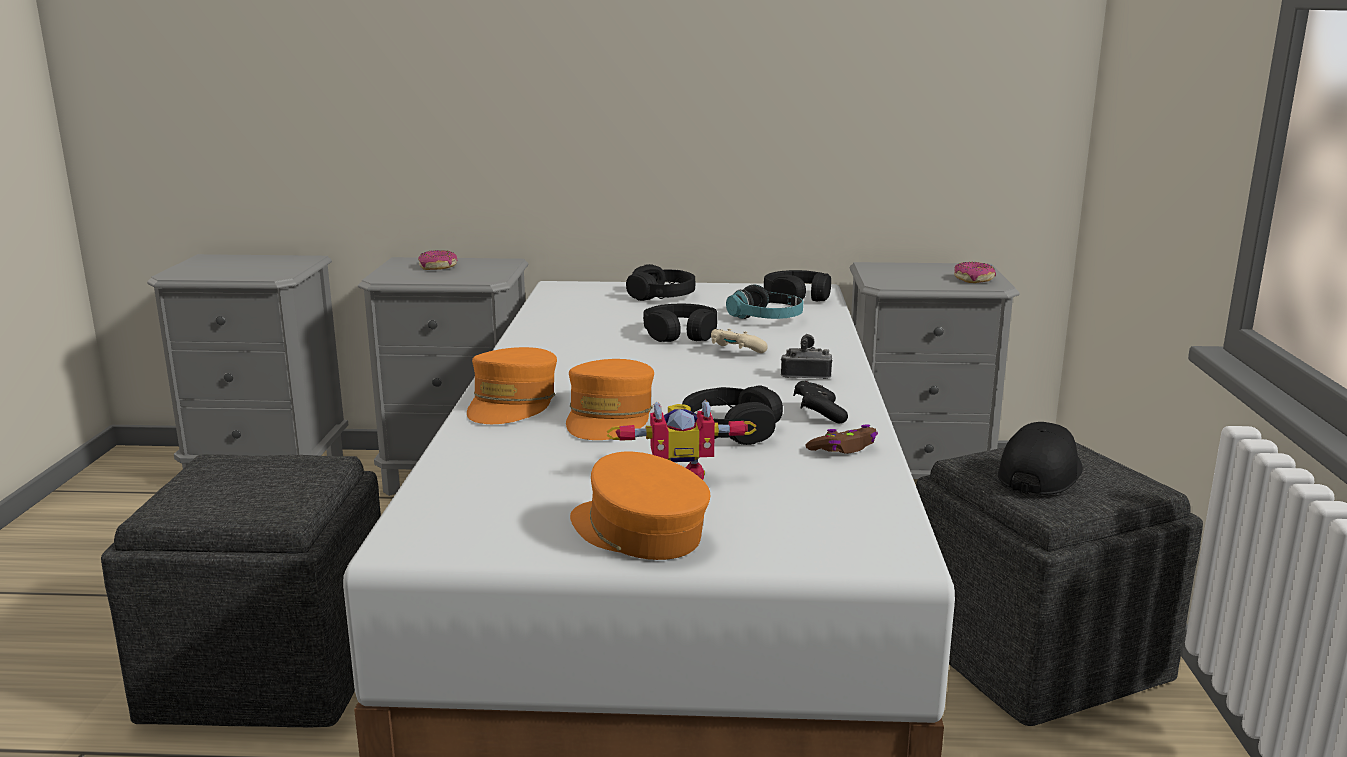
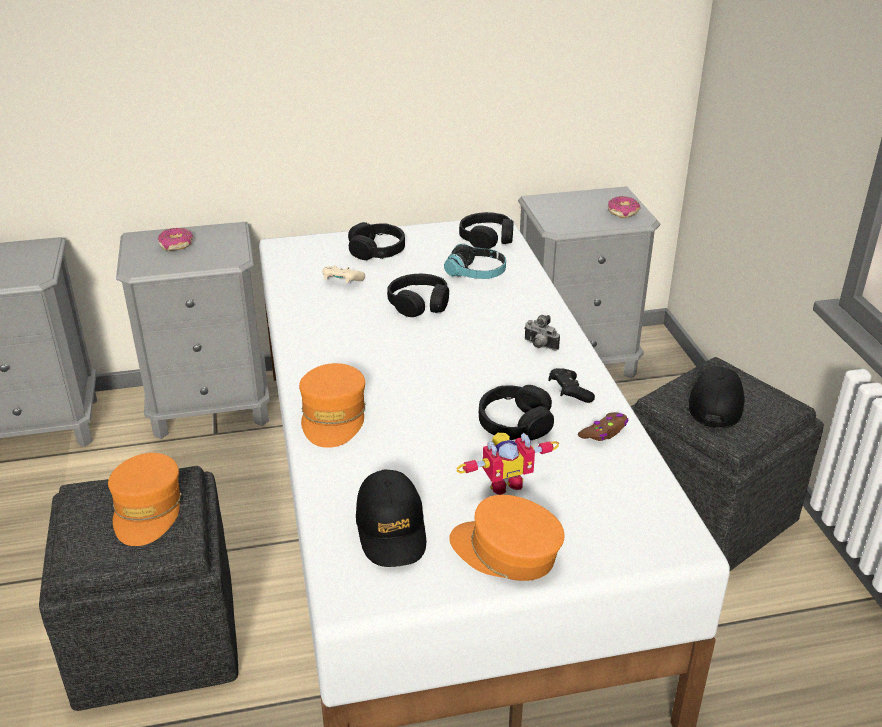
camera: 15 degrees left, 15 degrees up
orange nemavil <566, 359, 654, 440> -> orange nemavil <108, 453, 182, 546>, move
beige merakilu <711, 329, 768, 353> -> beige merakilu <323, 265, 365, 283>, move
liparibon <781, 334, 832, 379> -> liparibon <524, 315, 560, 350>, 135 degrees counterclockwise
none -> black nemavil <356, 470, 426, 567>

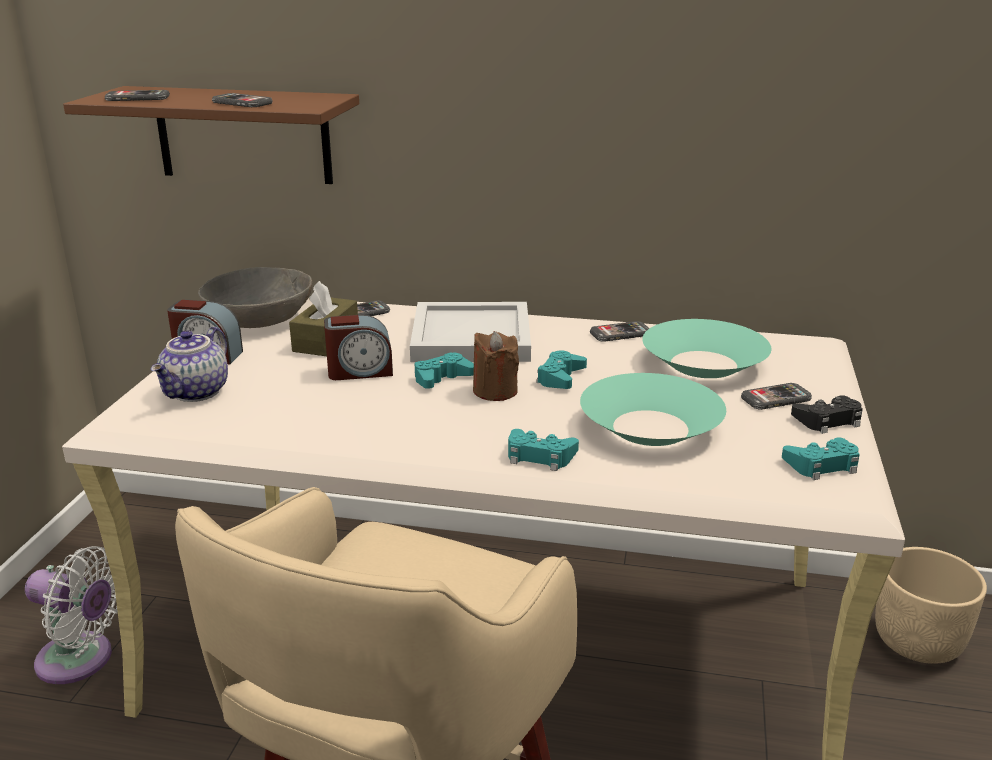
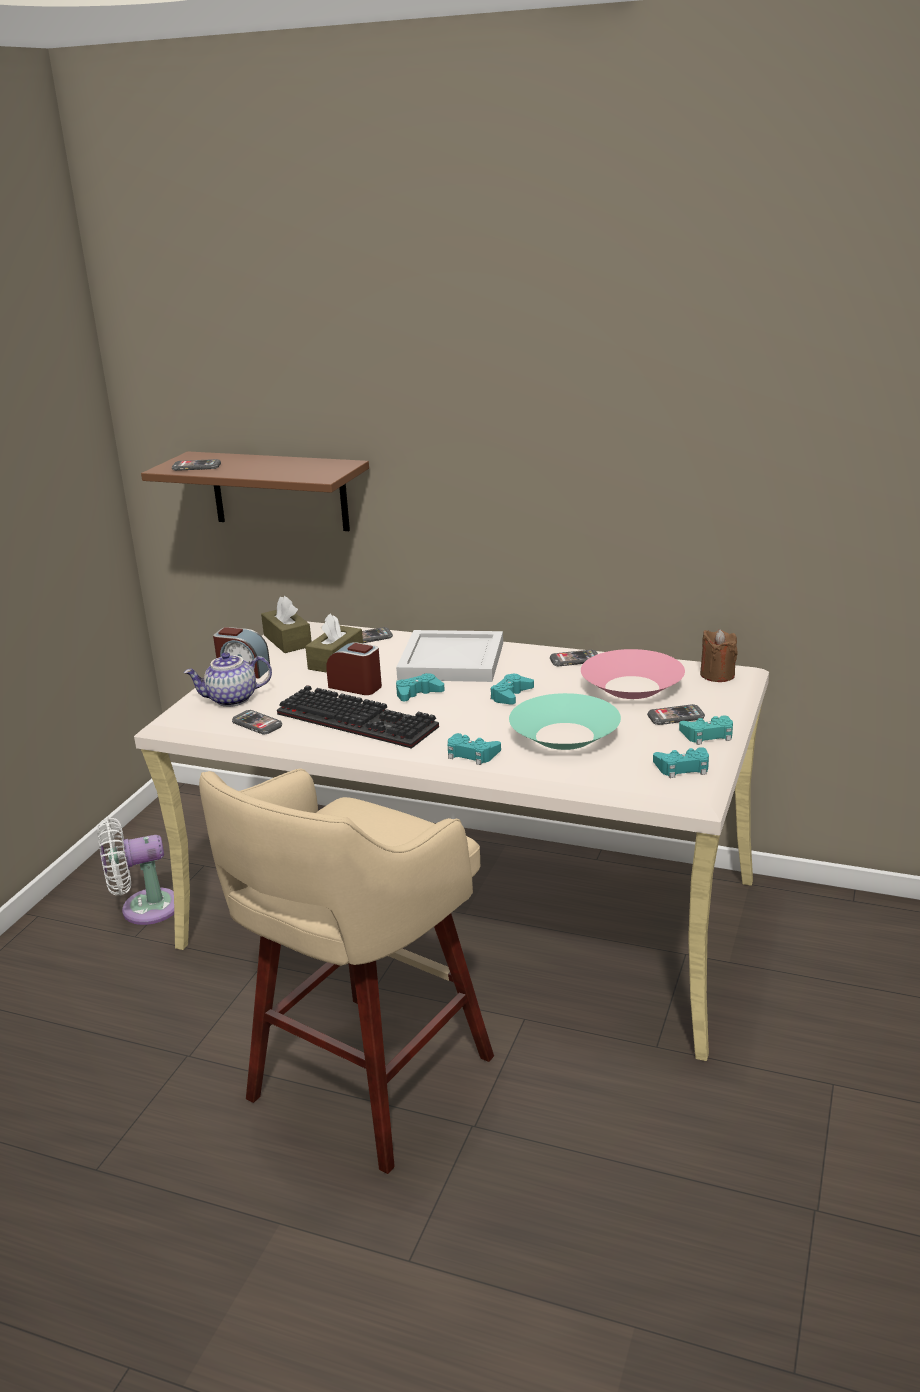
camera: 10 degrees right, 0 degrees up
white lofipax <25, 546, 118, 684> -> white lofipax <97, 817, 174, 925>, 135 degrees clockwise
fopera <151, 326, 228, 402> -> fopera <184, 652, 272, 707>, 45 degrees clockwise
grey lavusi <198, 267, 312, 328> -> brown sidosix <261, 596, 312, 653>
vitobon <212, 93, 273, 107> -> vitobon <232, 710, 282, 735>, move
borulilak <324, 315, 393, 380> -> borulilak <326, 642, 382, 695>, 150 degrees counterclockwise
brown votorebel <473, 331, 519, 401> -> brown votorebel <700, 629, 738, 682>, move
turquoise lavusi <642, 319, 771, 378> -> pink lavusi <581, 649, 685, 699>
black merakilu <791, 395, 863, 434> -> turquoise merakilu <679, 715, 733, 745>
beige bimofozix <875, 547, 987, 664> -> none
none -> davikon <277, 685, 439, 749>

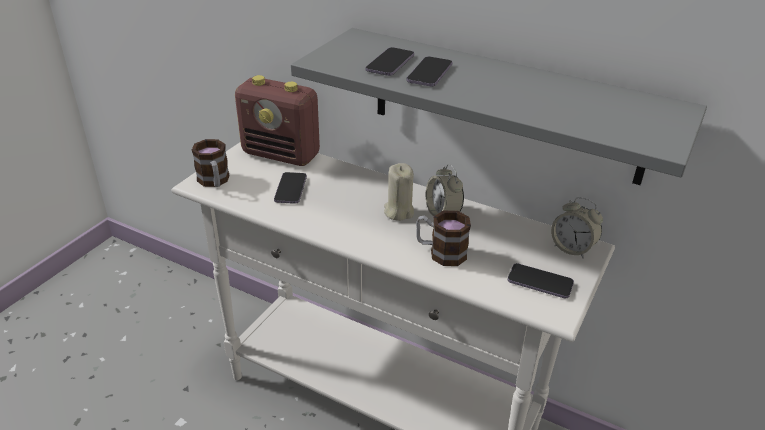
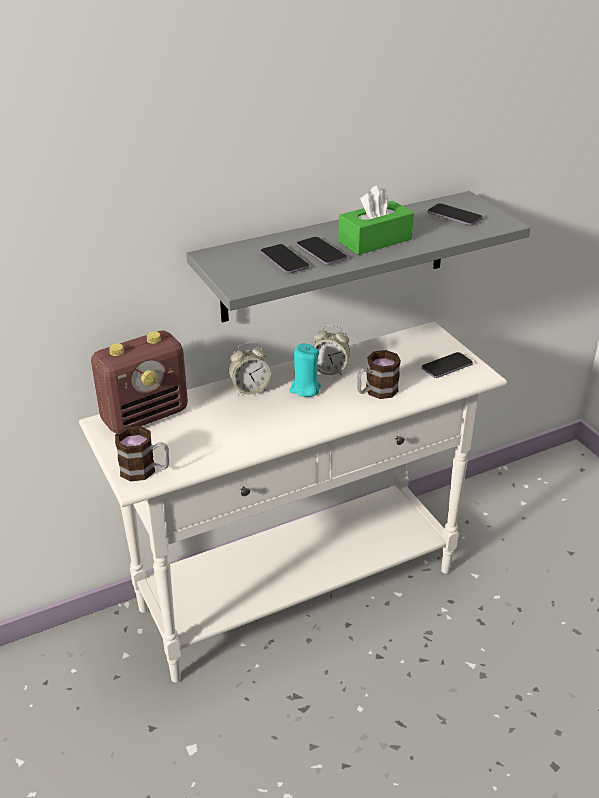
camera: 55 degrees left, 0 degrees up
vitobon <274, 172, 307, 204> -> vitobon <428, 203, 483, 226>, move
beige votorebel <384, 163, 414, 221> -> turquoise votorebel <289, 343, 321, 397>
borulilak <551, 197, 603, 259> -> borulilak <229, 343, 271, 396>, move
none -> green sidosix <338, 185, 414, 255>

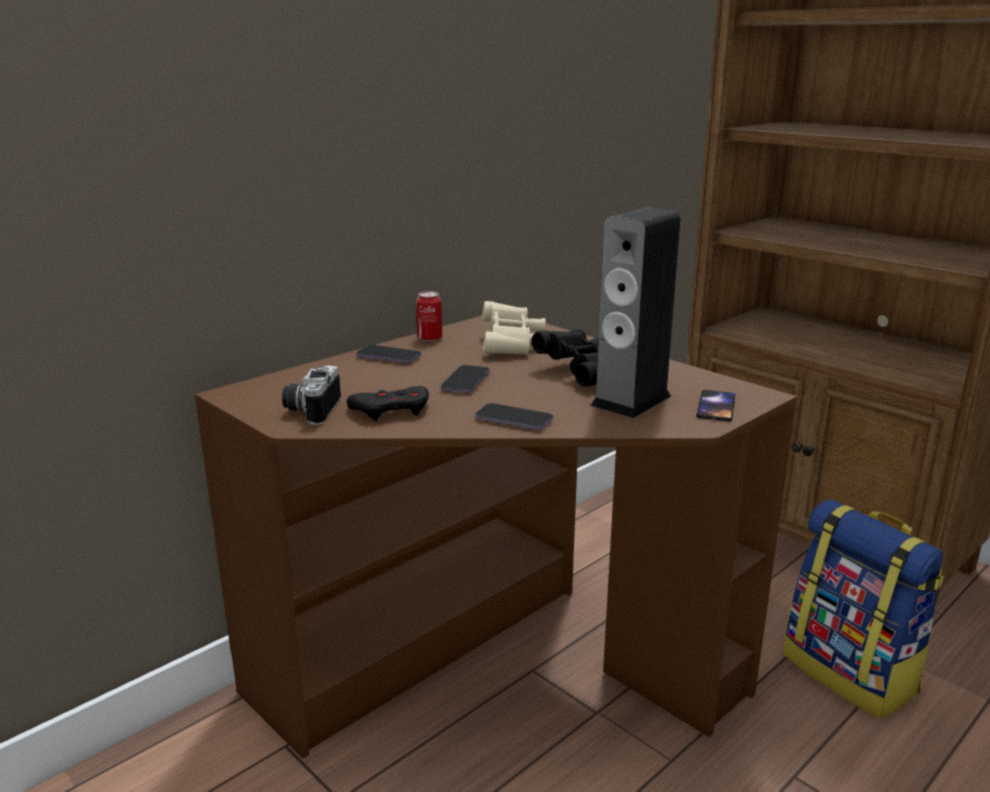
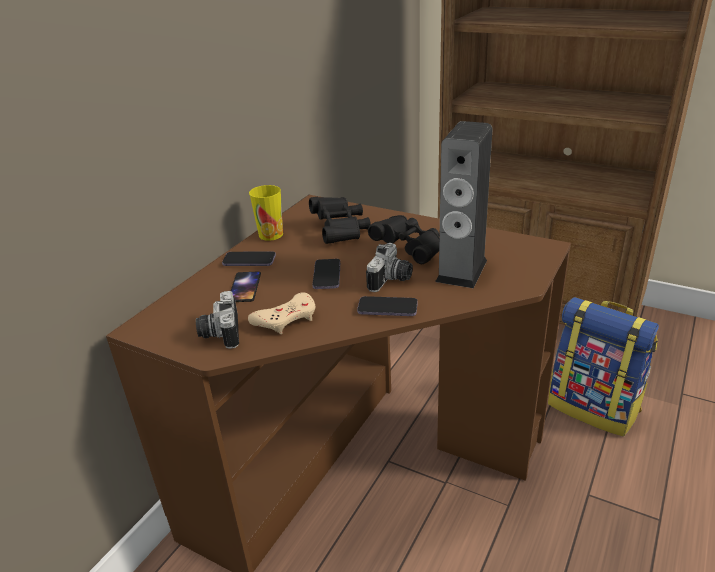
camera: 15 degrees left, 10 degrees up
black merakilu <347, 386, 429, 421> -> beige merakilu <248, 292, 315, 334>
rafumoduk <416, 291, 442, 342> -> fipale <249, 185, 283, 241>
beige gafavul <482, 301, 546, 355> -> black gafavul <309, 197, 371, 244>
vitobon <696, 390, 735, 421> -> vitobon <231, 271, 261, 302>, move
none -> liparibon <366, 243, 413, 292>

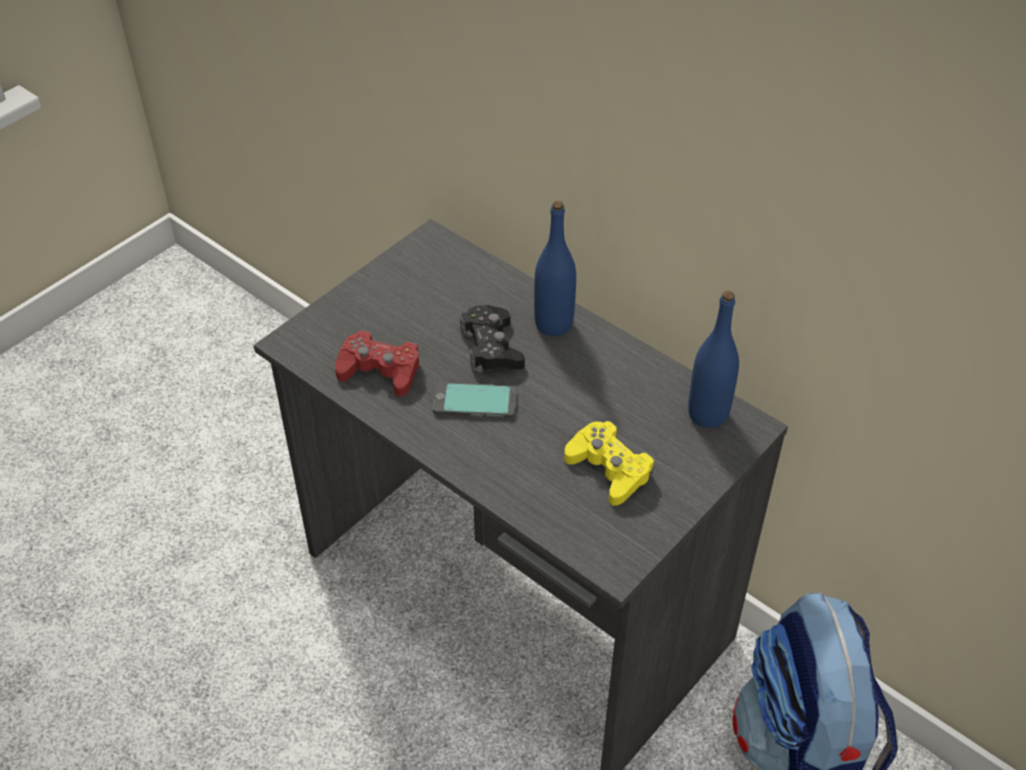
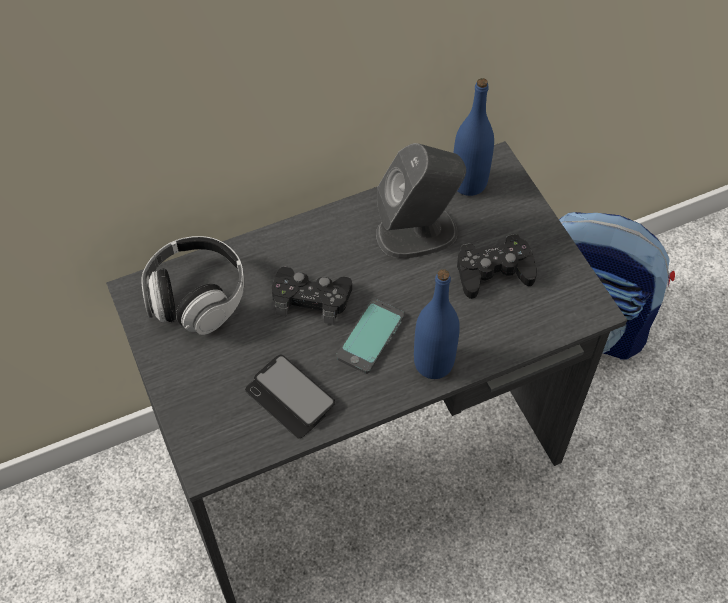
camera: 65 degrees left, 10 degrees up
red merakilu <335, 330, 419, 397> -> vitobon <245, 354, 335, 438>
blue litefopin <534, 201, 576, 336> -> blue litefopin <414, 270, 460, 379>, move
yellow merakilu <564, 421, 654, 506> -> black merakilu <457, 234, 537, 299>
none -> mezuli <142, 236, 244, 335>
none -> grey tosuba <376, 143, 466, 258>

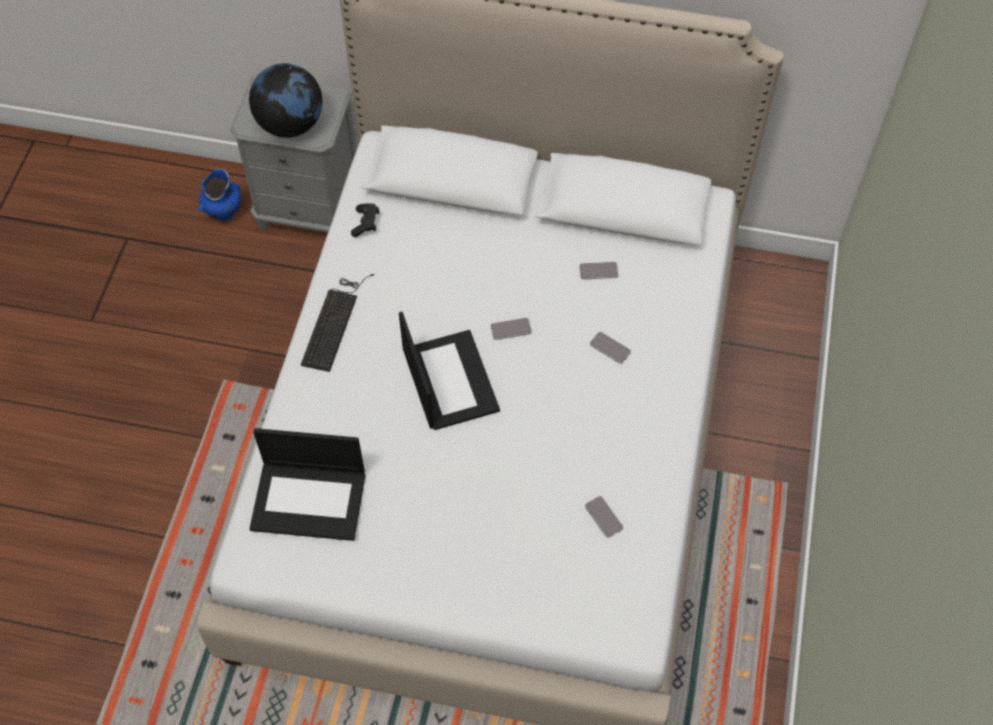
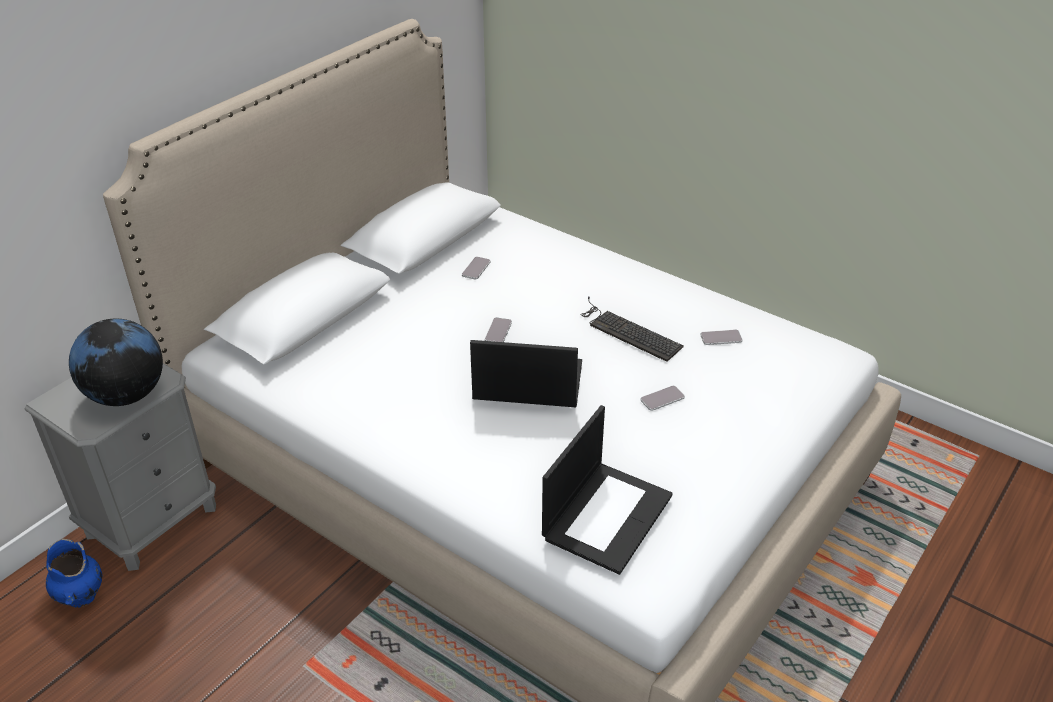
camera: 65 degrees left, 20 degrees down
davikon <301, 274, 374, 372> -> davikon <581, 296, 684, 362>, move
black merakilu <351, 203, 379, 237> -> none
vitobon <590, 332, 631, 364> -> vitobon <640, 386, 685, 411>, move

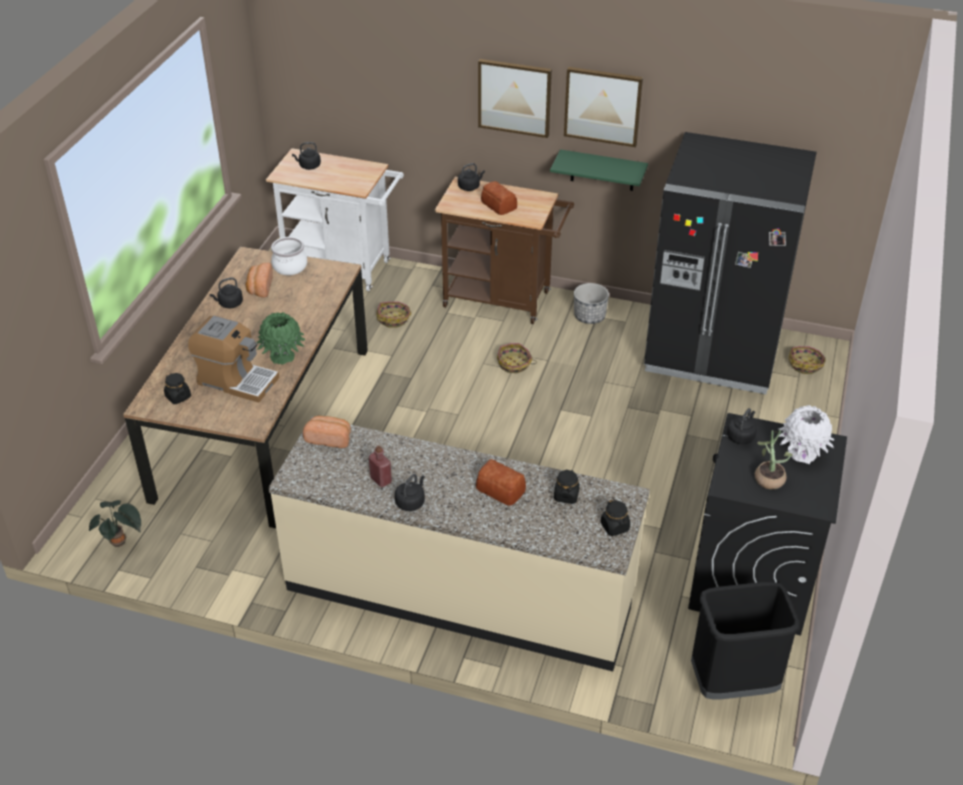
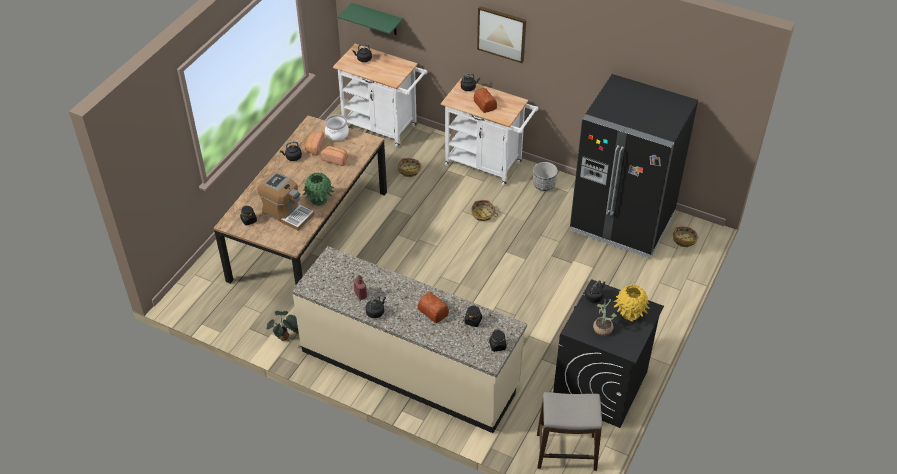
camera: 10 degrees right, 5 degrees up
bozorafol <89, 500, 141, 547> -> bozorafol <266, 311, 299, 341>, move
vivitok <303, 416, 351, 448> -> vivitok <320, 146, 348, 166>, move
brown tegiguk <435, 177, 574, 324> -> white tegiguk <441, 79, 538, 186>
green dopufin <550, 149, 648, 191> -> green dopufin <338, 3, 403, 35>, move
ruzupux <564, 67, 643, 147> -> none
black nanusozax <691, 582, 800, 700> -> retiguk <537, 392, 602, 471>
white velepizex <778, 405, 834, 464> -> yellow velepizex <613, 284, 650, 322>

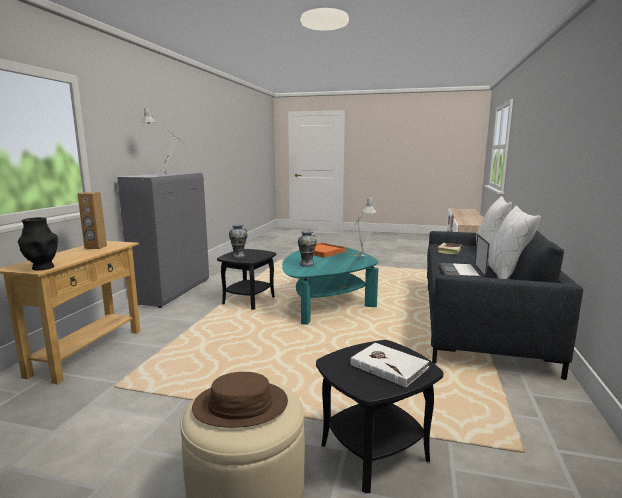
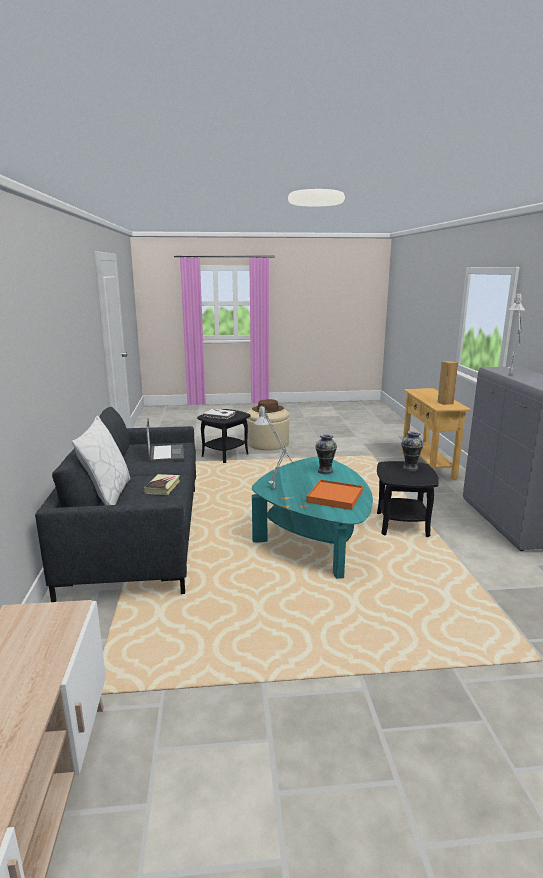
camera: 160 degrees right, 5 degrees up
black velepizex <18, 217, 58, 270> -> none
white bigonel <488, 206, 541, 279> -> none

